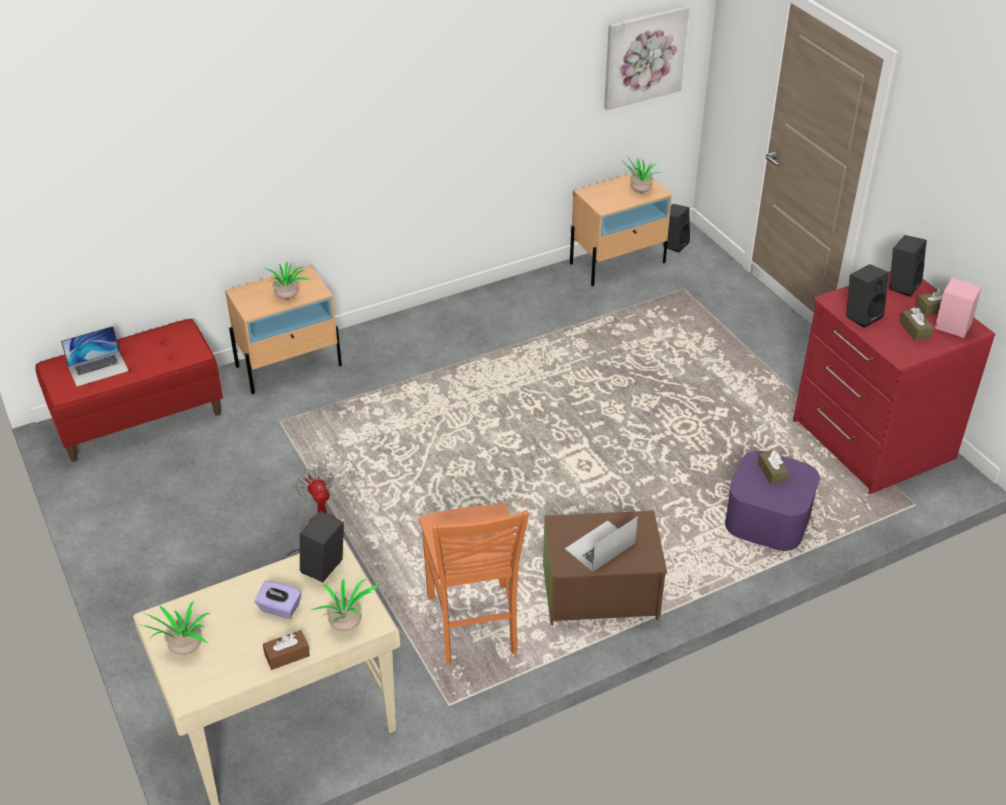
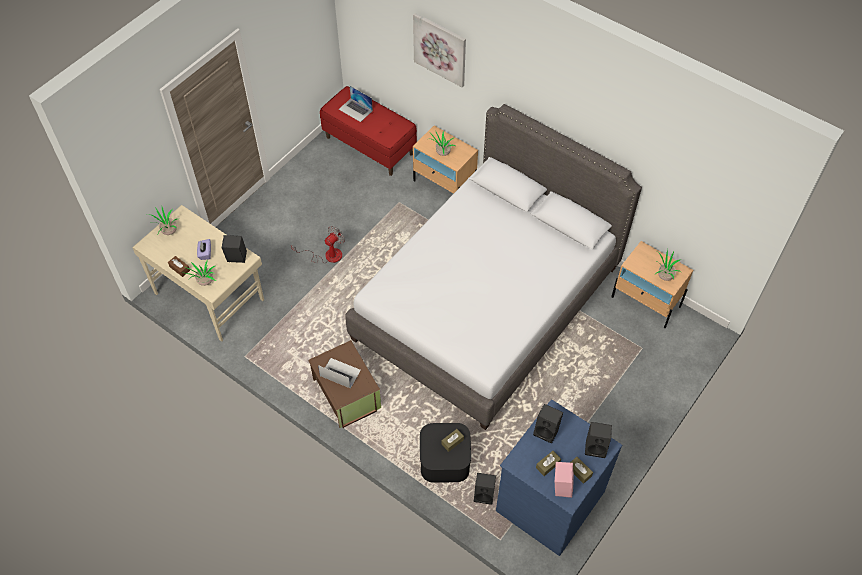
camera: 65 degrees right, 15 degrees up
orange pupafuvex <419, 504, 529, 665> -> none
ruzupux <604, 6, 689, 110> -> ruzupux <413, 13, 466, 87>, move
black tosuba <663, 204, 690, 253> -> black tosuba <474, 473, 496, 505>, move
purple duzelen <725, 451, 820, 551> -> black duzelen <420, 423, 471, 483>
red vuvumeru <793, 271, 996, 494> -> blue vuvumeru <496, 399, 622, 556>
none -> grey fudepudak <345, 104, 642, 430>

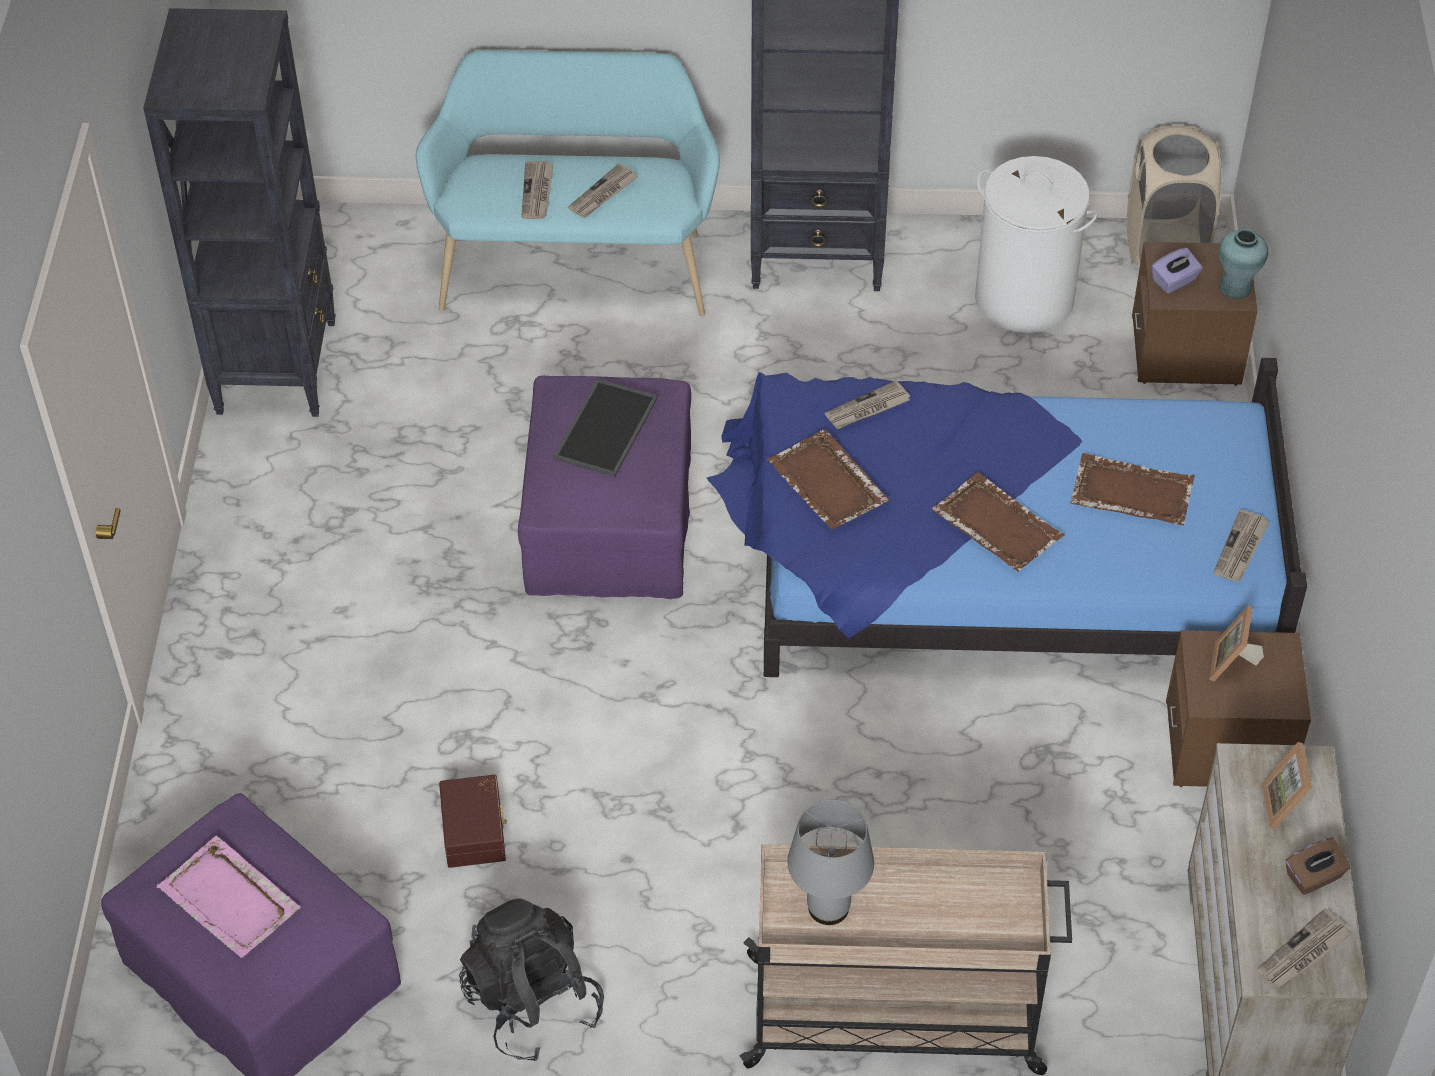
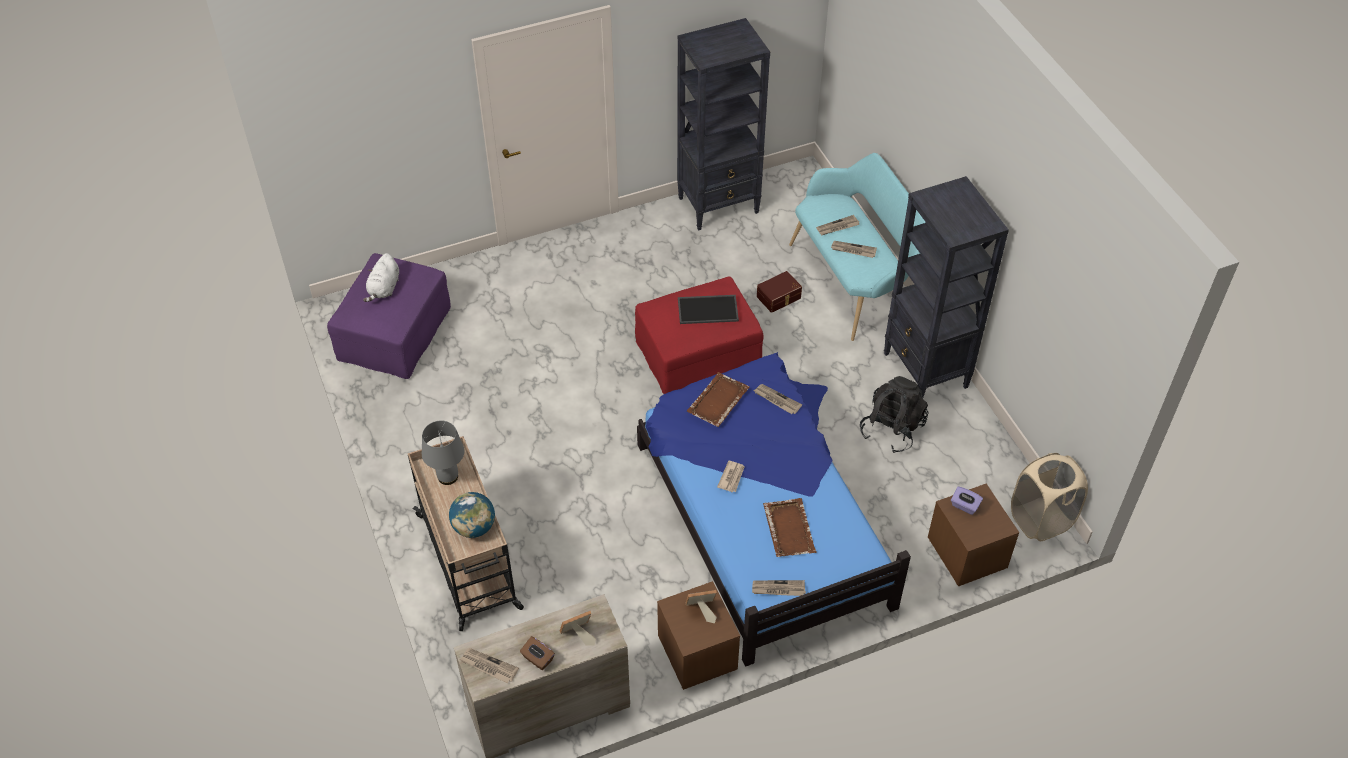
camera: 65 degrees right, 0 degrees up
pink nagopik <157, 836, 300, 958> -> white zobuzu <363, 253, 399, 302>
brown duzelen <439, 775, 507, 868> -> brown duzelen <757, 271, 802, 313>, move
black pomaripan <459, 898, 604, 1061> -> black pomaripan <860, 376, 929, 453>, move
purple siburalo <518, 376, 691, 599> -> red siburalo <635, 276, 764, 394>
brown nagopik <932, 472, 1065, 572> -> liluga <717, 460, 745, 492>
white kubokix <975, 156, 1098, 333> -> none
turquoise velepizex <1218, 228, 1268, 299> -> none
none -> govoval <449, 492, 495, 538>

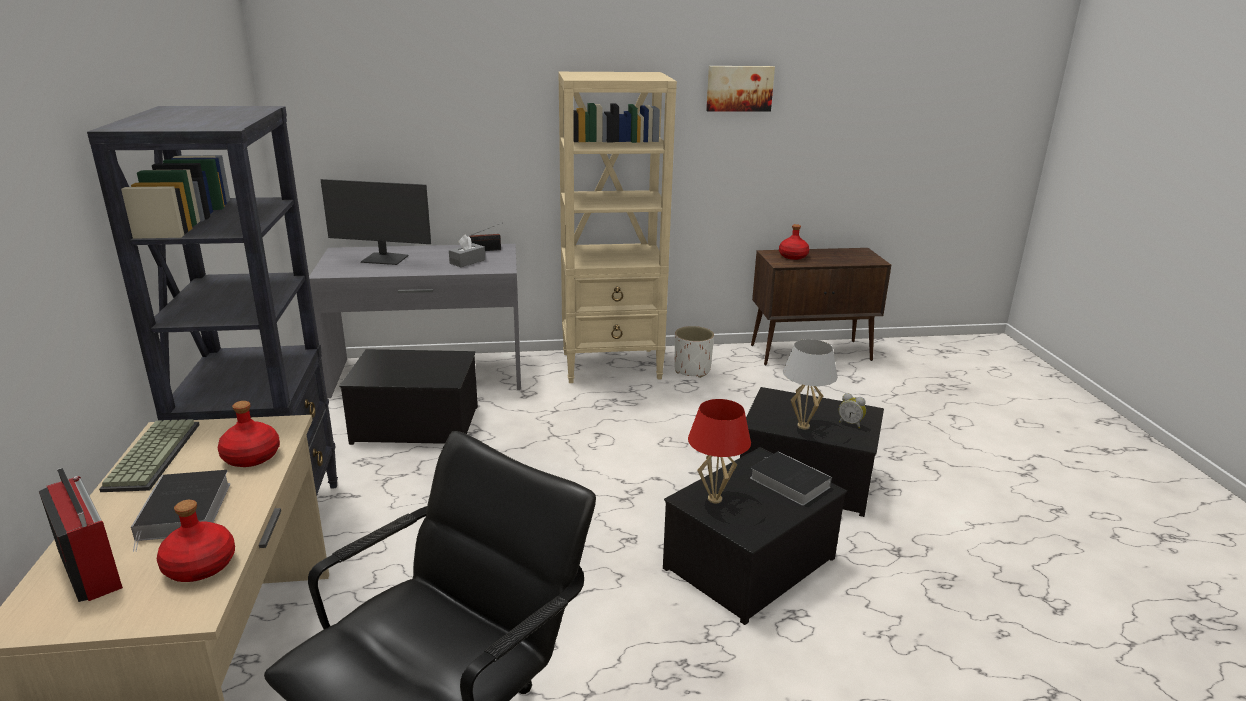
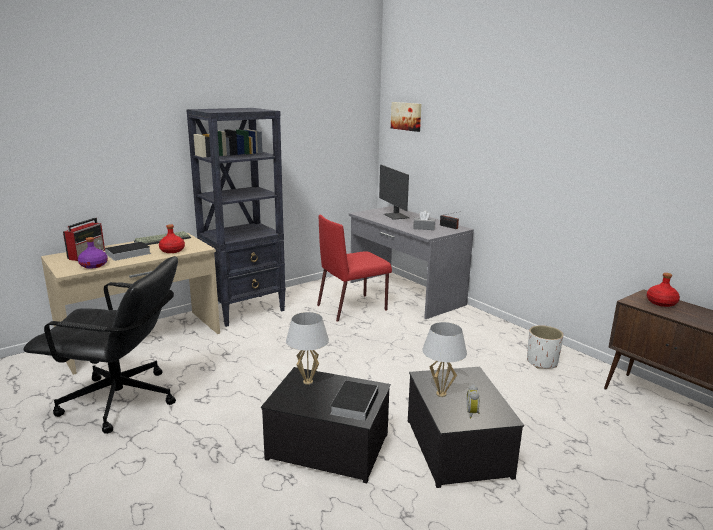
camera: 60 degrees right, 5 degrees down
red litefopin <157, 500, 235, 582> -> purple litefopin <78, 237, 108, 269>
duzelen <339, 349, 478, 445> -> red pupafuvex <317, 215, 392, 322>
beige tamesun <558, 72, 677, 383> -> none
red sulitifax <688, 399, 751, 503> -> white sulitifax <286, 312, 329, 385>
ruzupux <706, 66, 775, 112> -> ruzupux <391, 102, 422, 132>, move

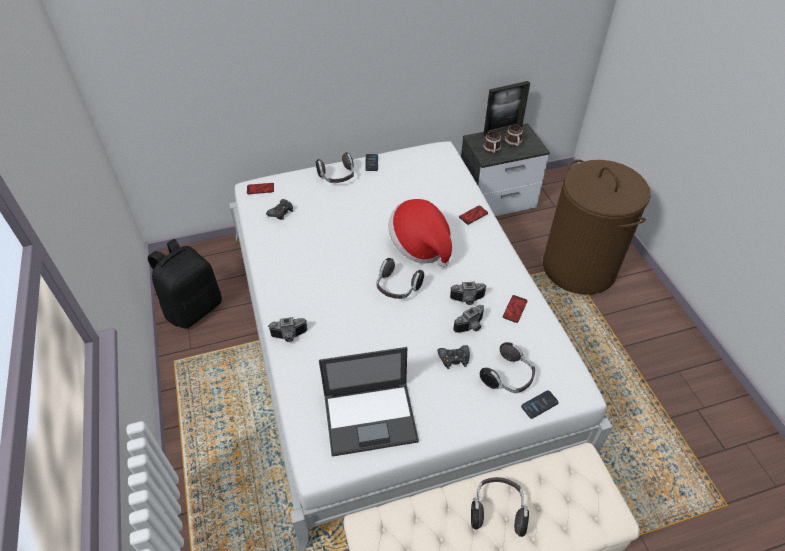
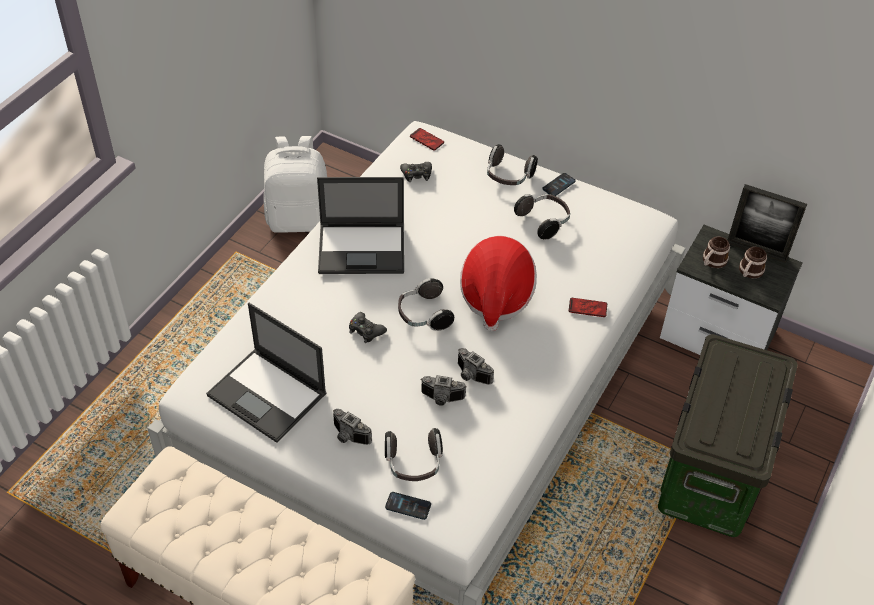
camera: 45 degrees right, 0 degrees up
black pomaripan <147, 239, 222, 328> -> white pomaripan <264, 136, 327, 233>
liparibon <268, 317, 307, 342> -> liparibon <333, 409, 372, 445>, move
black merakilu <437, 345, 470, 369> -> black merakilu <349, 312, 387, 343>, move
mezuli <471, 477, 529, 537> -> mezuli <514, 194, 570, 240>, move
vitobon <503, 295, 527, 323> -> none
brown kubokix <543, 160, 651, 295> -> duzelen <658, 334, 798, 537>
none -> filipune <317, 177, 404, 274>

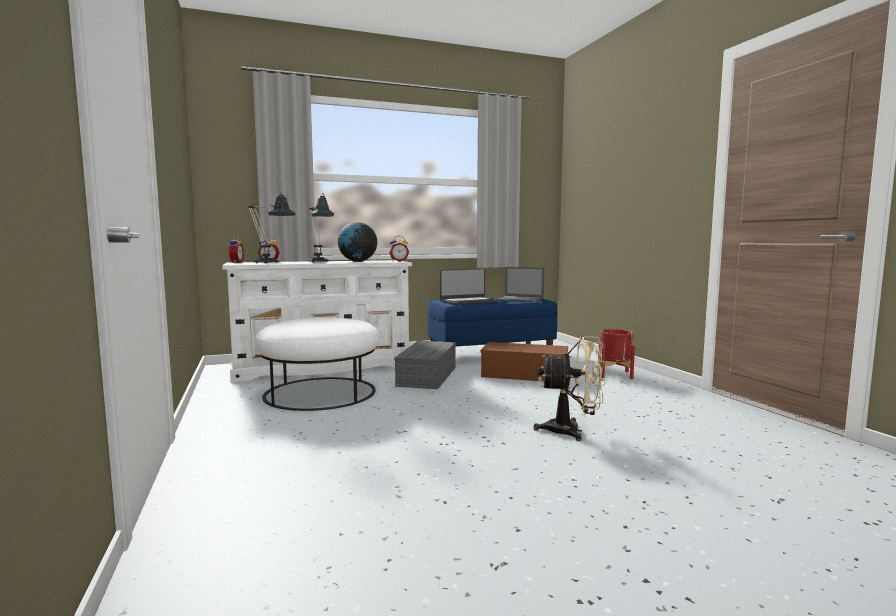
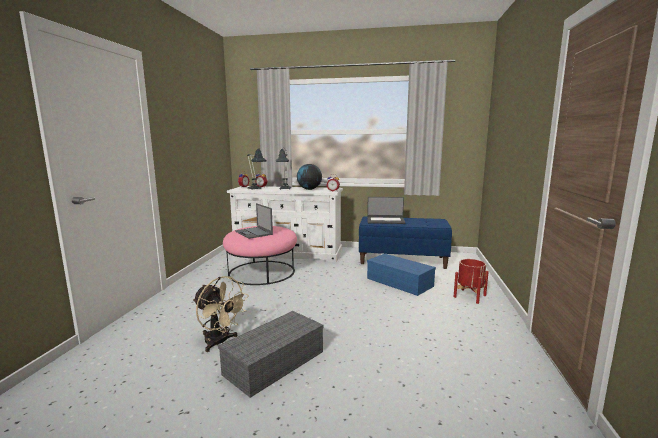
camera: 30 degrees right, 5 degrees up
white siburalo <254, 318, 379, 411> -> pink siburalo <223, 226, 297, 285>
grey duzelen <394, 341, 456, 389> -> grey duzelen <218, 311, 324, 398>, move
brown duzelen <481, 342, 568, 382> -> blue duzelen <367, 254, 436, 296>
filipune <496, 267, 544, 302> -> filipune <235, 203, 273, 239>, move
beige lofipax <534, 336, 605, 441> -> beige lofipax <193, 276, 249, 352>, move

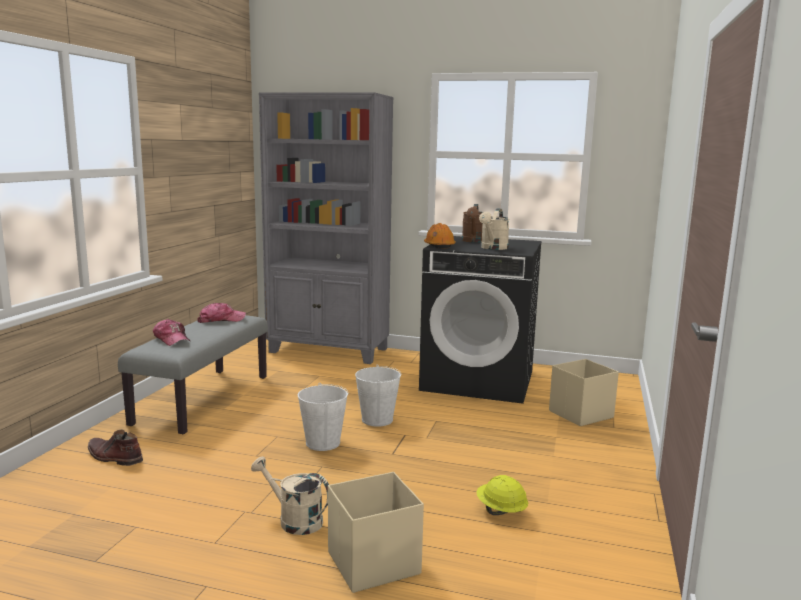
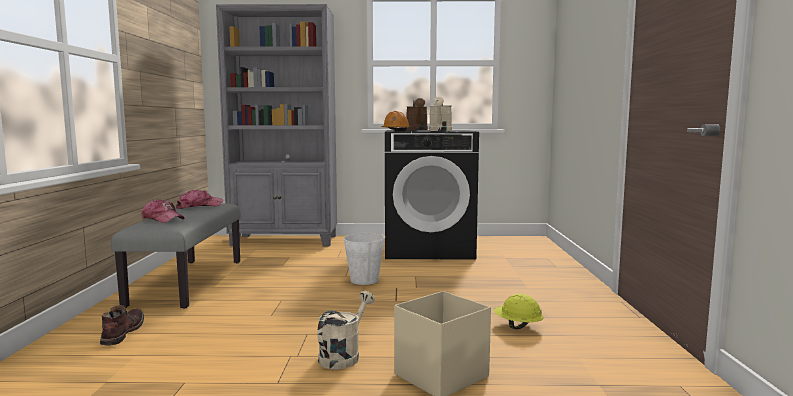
camera: 15 degrees left, 5 degrees down
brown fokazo <88, 430, 143, 466> -> brown fokazo <100, 305, 144, 345>, 75 degrees clockwise
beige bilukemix <251, 456, 329, 535> -> beige bilukemix <317, 291, 375, 370>, 105 degrees clockwise
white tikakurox <298, 383, 348, 451> -> none
beige duzelen <549, 359, 619, 426> -> none

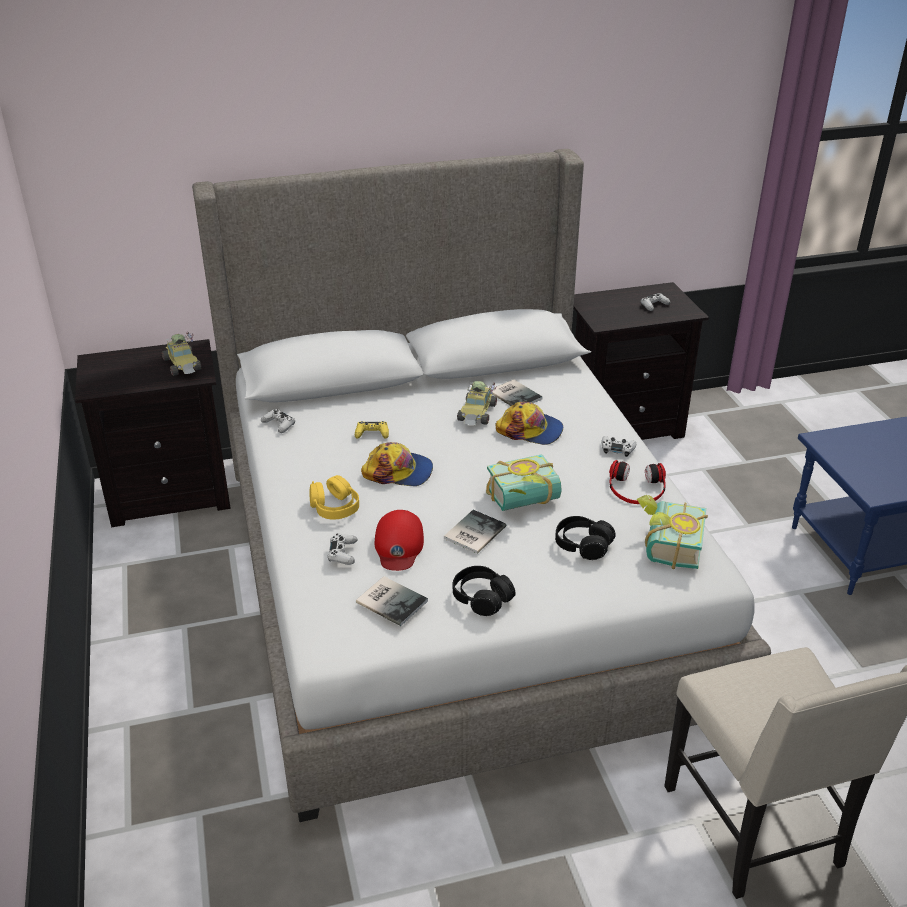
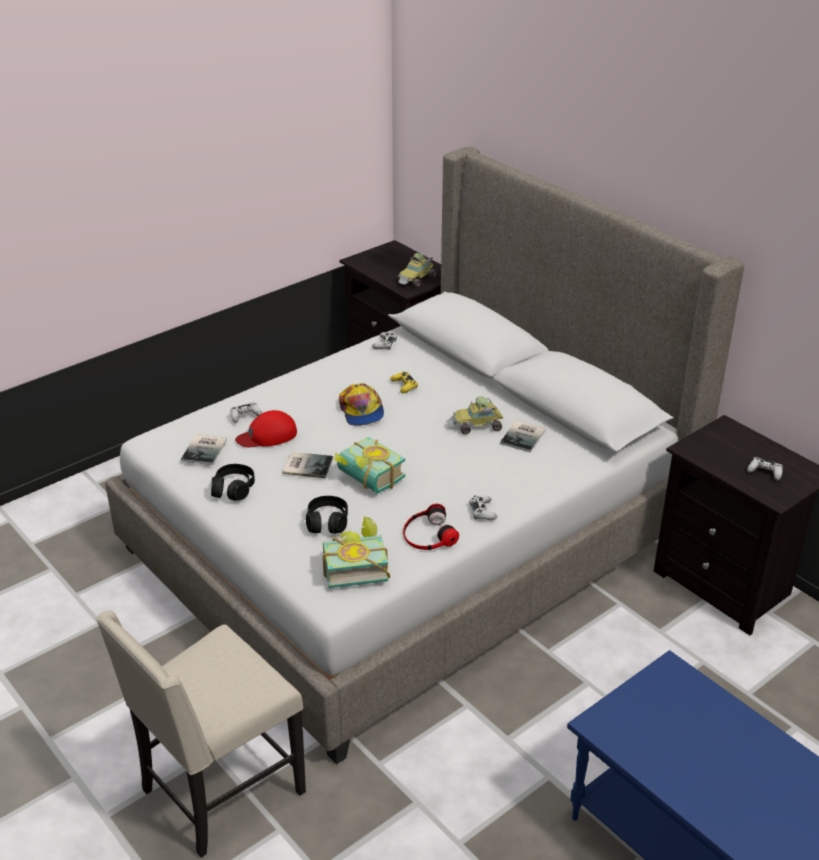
camera: 65 degrees right, 0 degrees up
yellow mezuli <310, 475, 359, 520> -> none
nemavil <496, 402, 563, 445> -> none

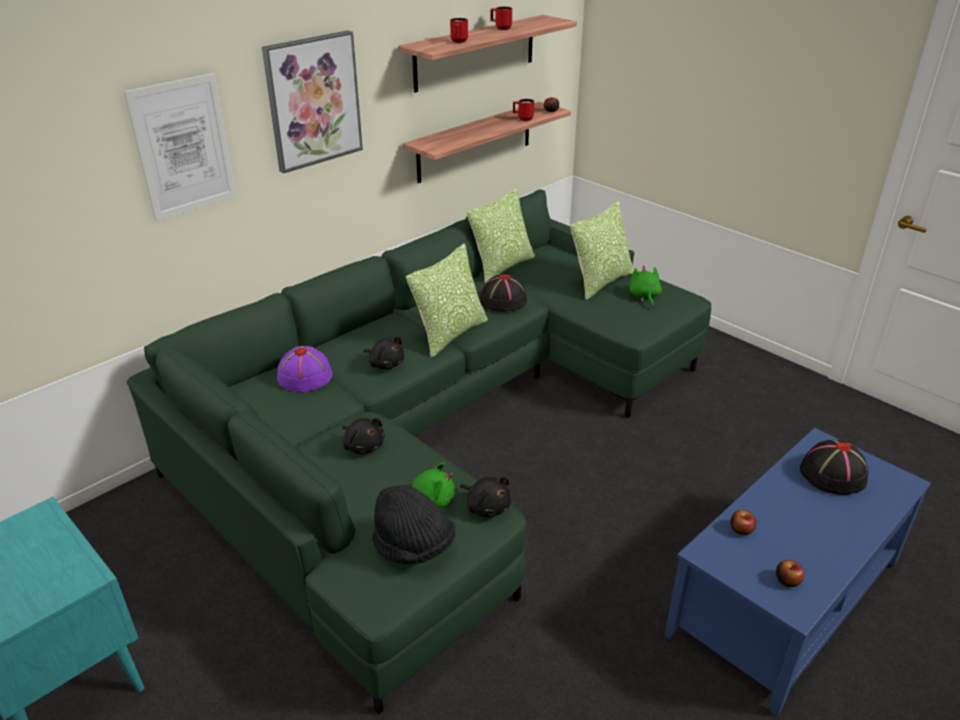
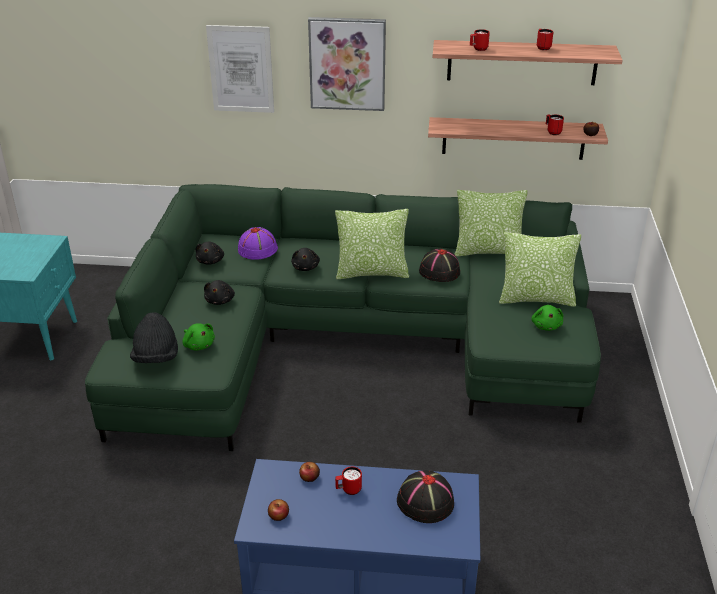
camera: 50 degrees right, 0 degrees up
black zobuzu <460, 477, 511, 518> -> black zobuzu <195, 241, 224, 265>, move
green zobuzu <630, 266, 662, 307> -> green zobuzu <531, 305, 563, 331>, 135 degrees clockwise
none -> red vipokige <335, 466, 362, 495>

